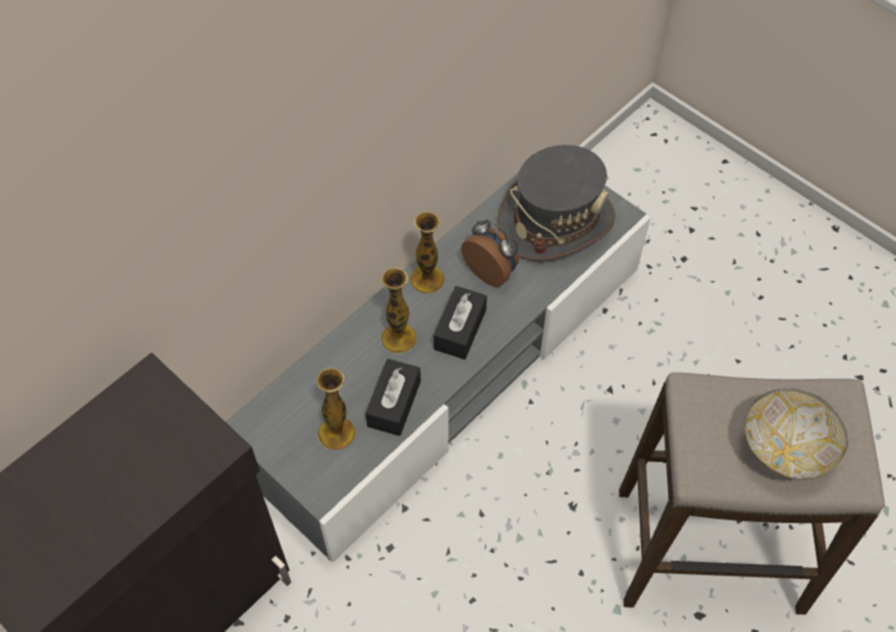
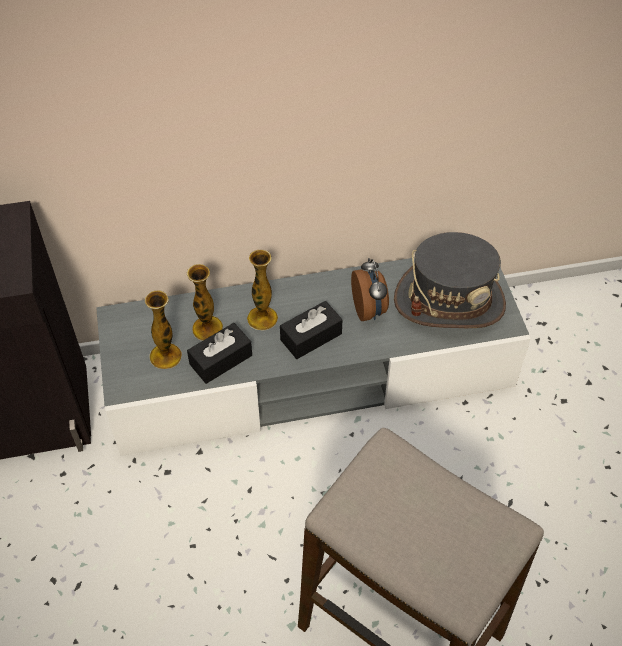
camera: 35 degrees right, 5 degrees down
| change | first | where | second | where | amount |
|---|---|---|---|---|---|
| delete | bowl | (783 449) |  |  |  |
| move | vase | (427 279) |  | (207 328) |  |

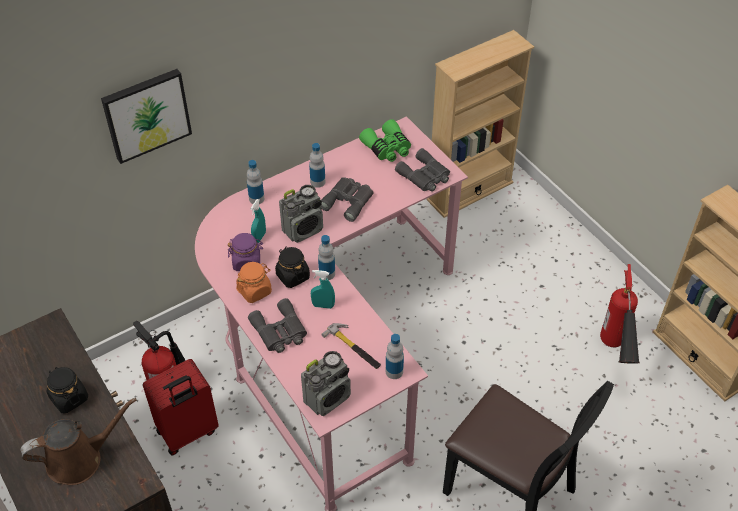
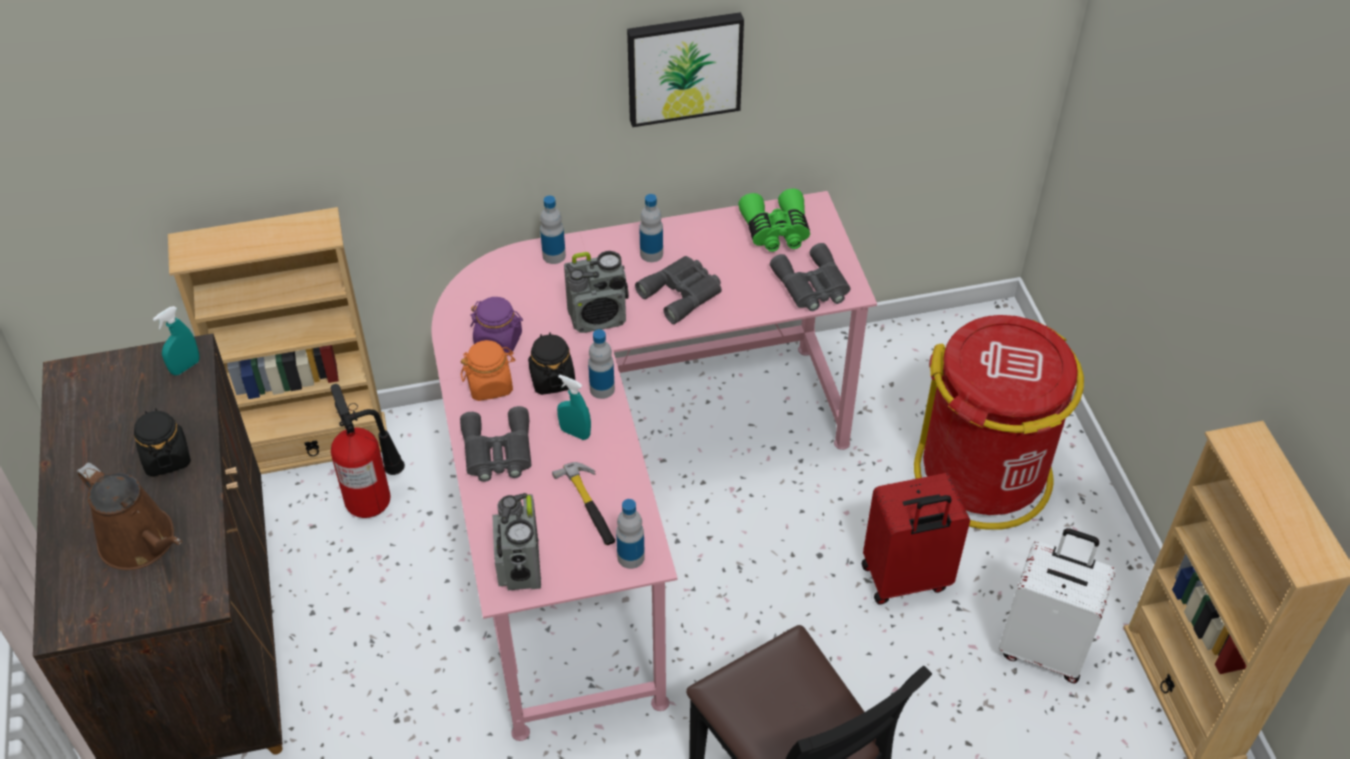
camera: 20 degrees right, 0 degrees up
| change | first | where | second | where | amount |
|---|---|---|---|---|---|
| insert |  |  | red trash can | (983 475) |  |
| move | picture | (146 114) |  | (684 67) |  |
| move | red suitcase | (188 433) |  | (905 579) |  |
| move | turquoise spray bottle | (259 237) |  | (185 367) |  |
| move | beige bookcase | (469 191) |  | (314 445) |  |
| replace | fire extinguisher | (614 357) | white suitcase | (1044 648) |  |
| rotate | brown watering can | (80 459) |  | (142 543) | 45 degrees clockwise |
| rotate | radio | (328 398) |  | (519 566) | 105 degrees clockwise |

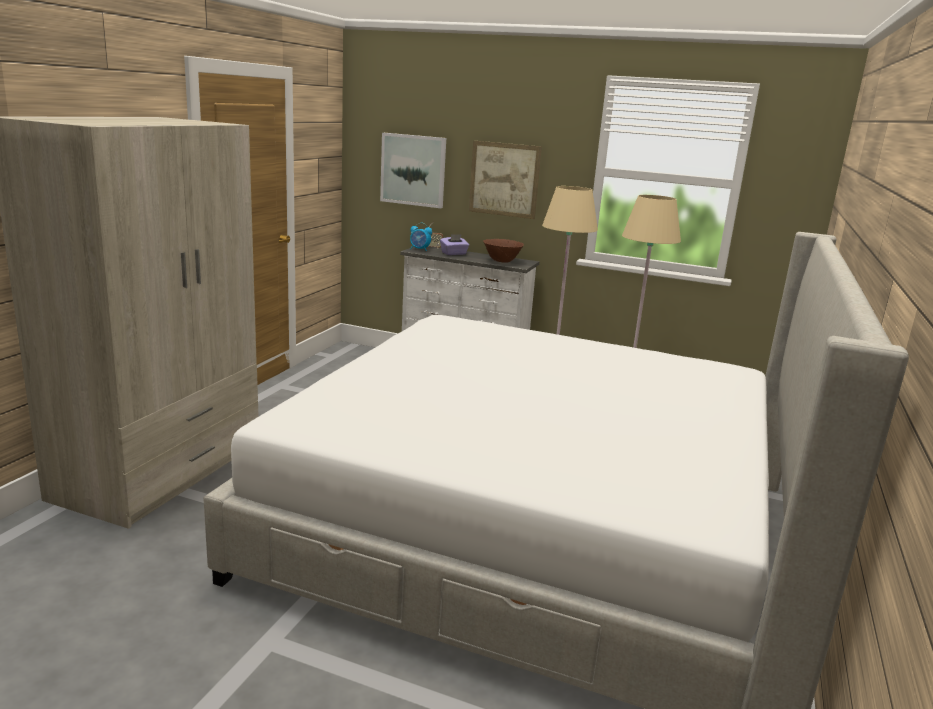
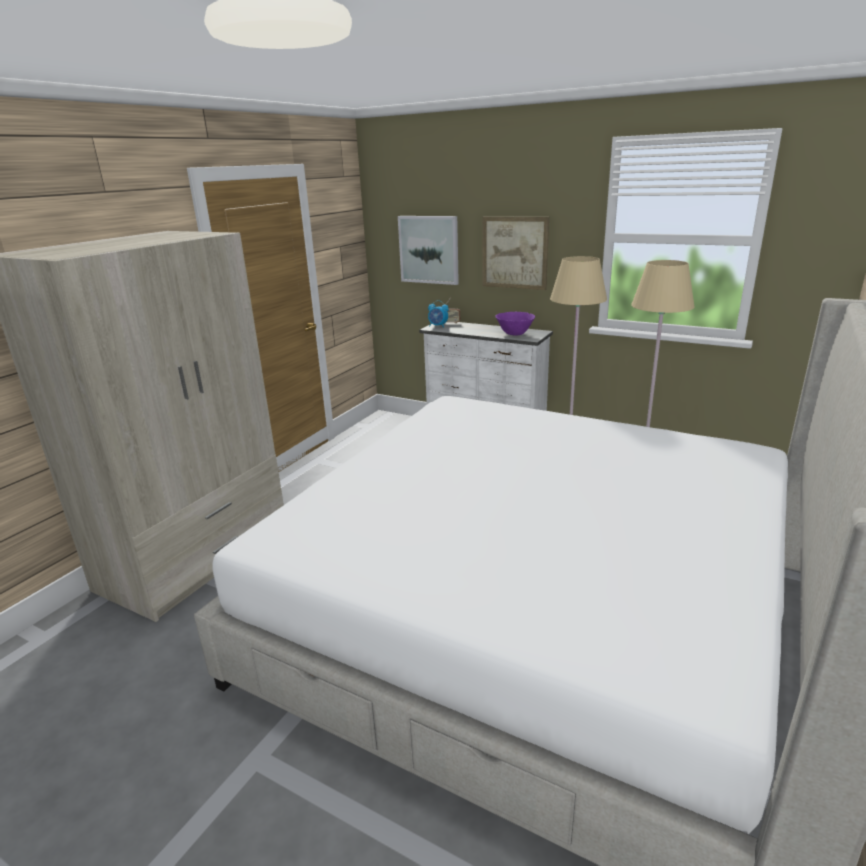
camera: 10 degrees right, 5 degrees up
| change | first | where | second | where | amount |
|---|---|---|---|---|---|
| delete | purple tissue box | (454 253) |  |  |  |
| recolor | brown bowl | (501 262) | purple bowl | (514 334) |  |

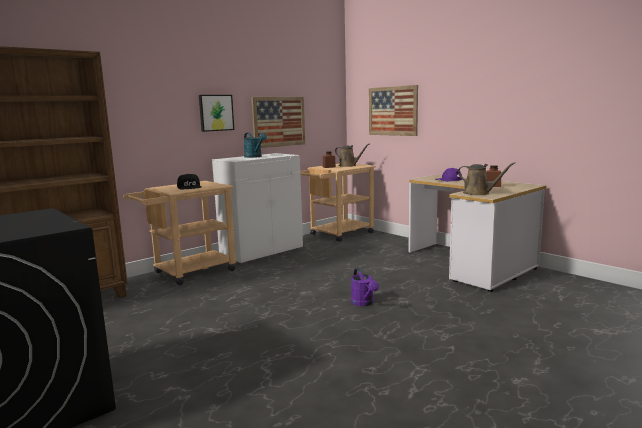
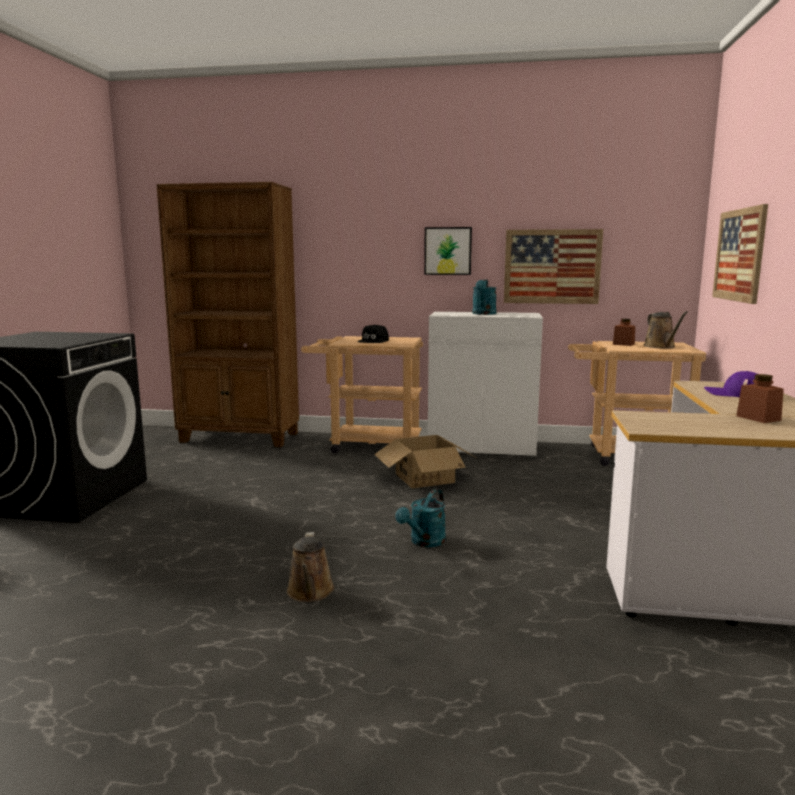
camera: 50 degrees right, 0 degrees up
| change | first | where | second | where | amount |
|---|---|---|---|---|---|
| insert |  |  | cardboard box | (425 478) |  |
| move | brown watering can | (479 193) |  | (310 592) |  |
| recolor | purple watering can | (364 303) | turquoise watering can | (424 542) |  |

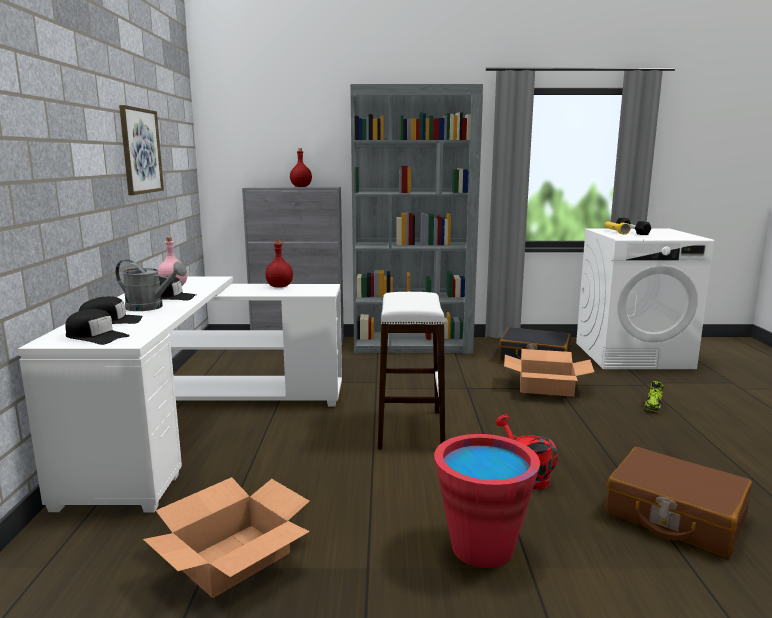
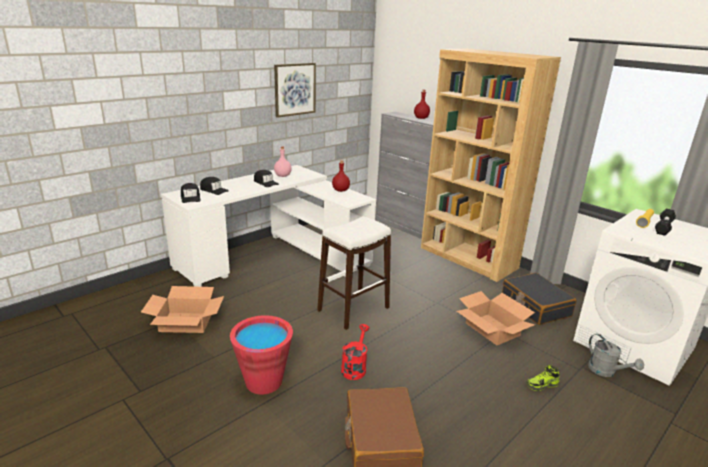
camera: 45 degrees right, 10 degrees up
| change | first | where | second | where | amount |
|---|---|---|---|---|---|
| move | grey watering can | (150 307) |  | (606 372) |  |
| recolor | grey bookcase | (413 345) | brown bookcase | (468 258) |  |

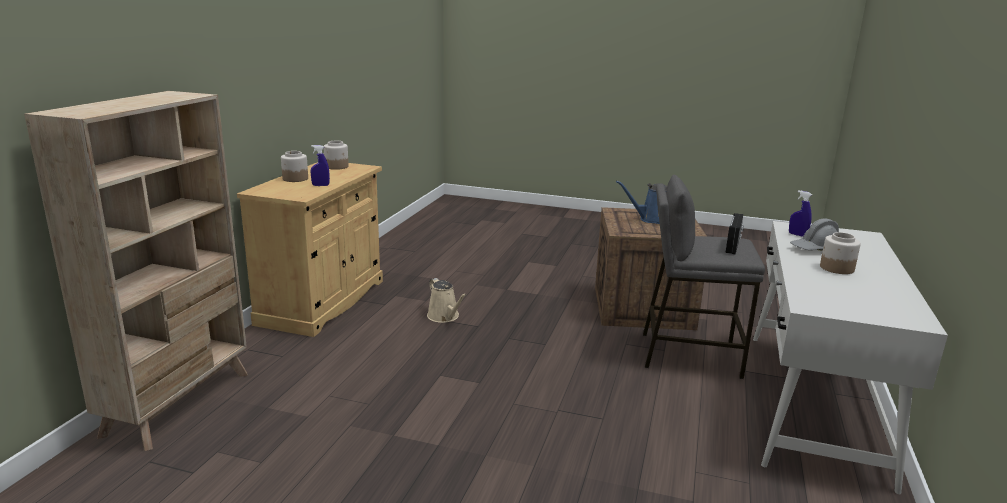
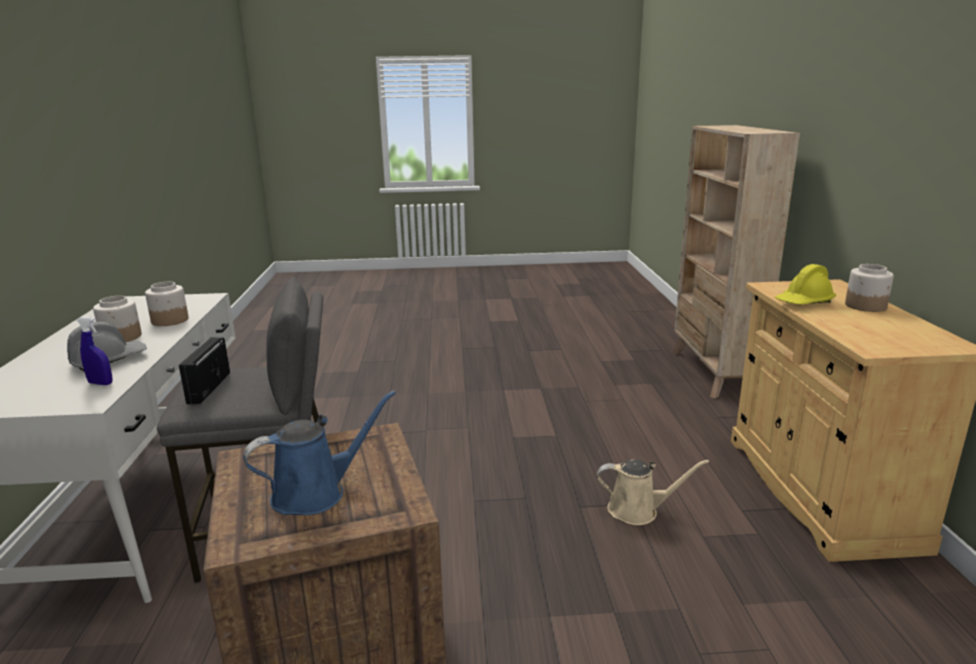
camera: 160 degrees right, 0 degrees up
| change | first | where | second | where | amount |
|---|---|---|---|---|---|
| move | jar | (337 166) |  | (169 320) |  |
| replace | blue spray bottle | (320 185) | yellow hard hat | (804 302) |  |
| rotate | beige watering can | (444 317) |  | (638 510) | 150 degrees clockwise |

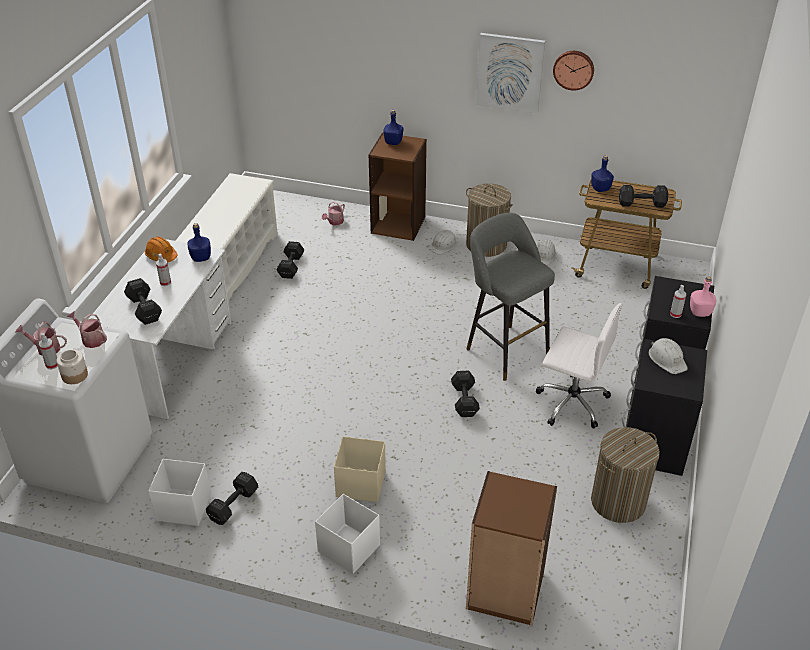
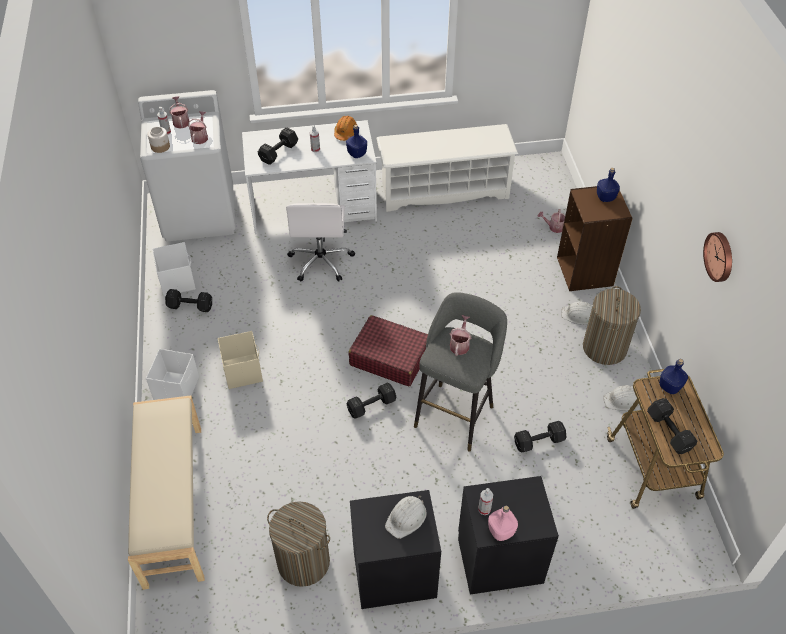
camera: 65 degrees right, 10 degrees up
| change | first | where | second | where | amount |
|---|---|---|---|---|---|
| delete | picture | (510 72) |  |  |  |
| insert |  |  | red suitcase | (389 357) |  |
| insert |  |  | watering can | (460 344) |  |
| move | black dumbbell | (291 266) |  | (540 442) |  |
| move | white office chair | (571 402) |  | (321 261) |  |
| replace | brown bookcase | (505 591) | beige bench | (172 504) |  |

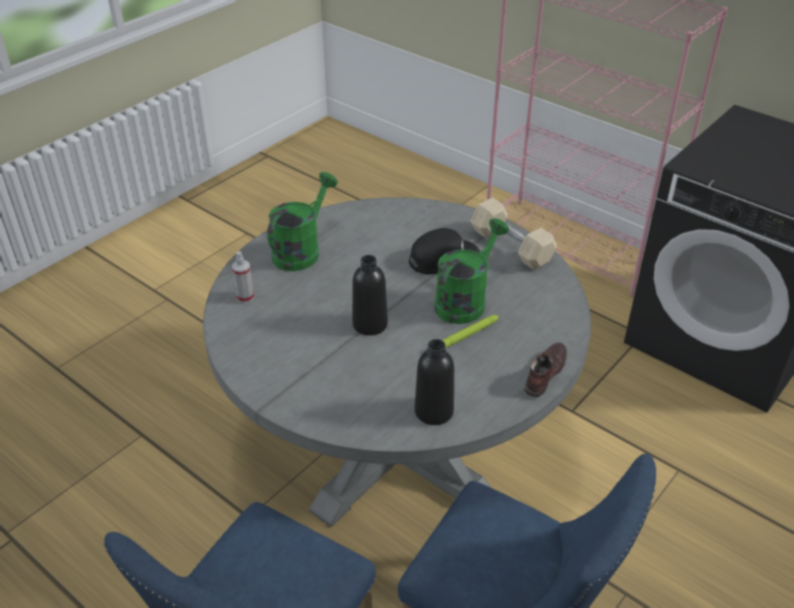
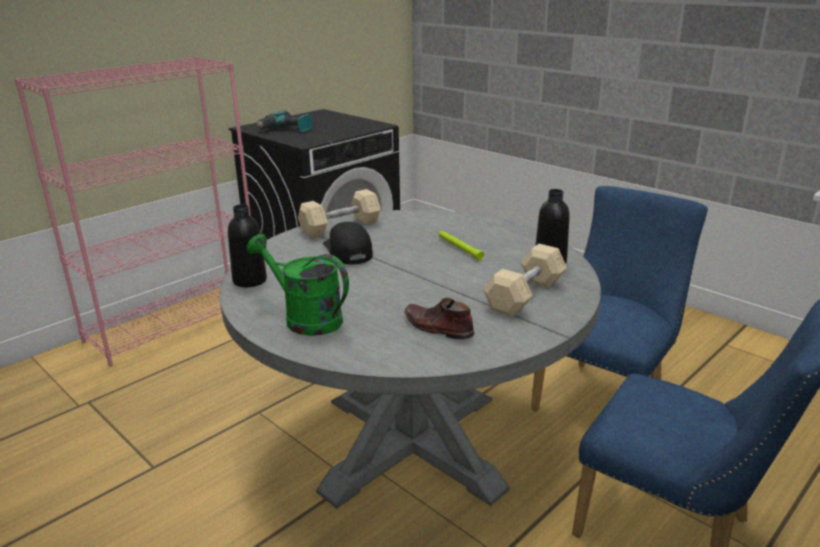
camera: 85 degrees left, 15 degrees down
| change | first | where | second | where | amount |
|---|---|---|---|---|---|
| delete | spray bottle | (245 297) |  |  |  |
| delete | green watering can | (465 300) |  |  |  |
| insert |  |  | power drill | (286 130) |  |
| insert |  |  | beige dumbbell | (525 295) |  |
| move | black bottle | (370 324) |  | (249 280) |  |
| move | brown shoe | (544 373) |  | (437 328) |  |

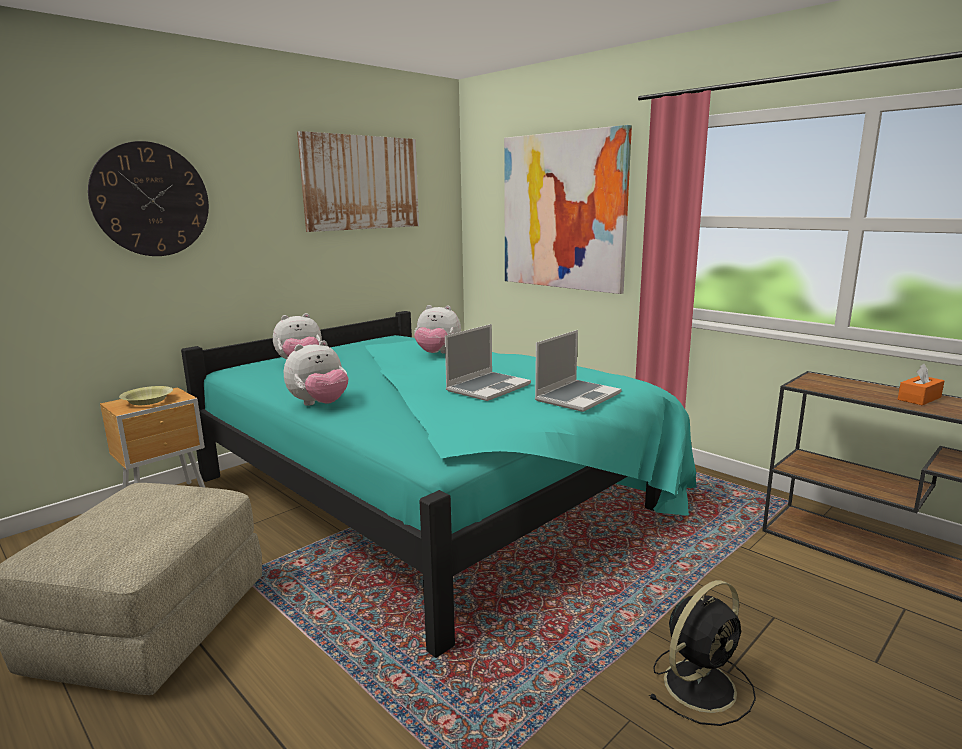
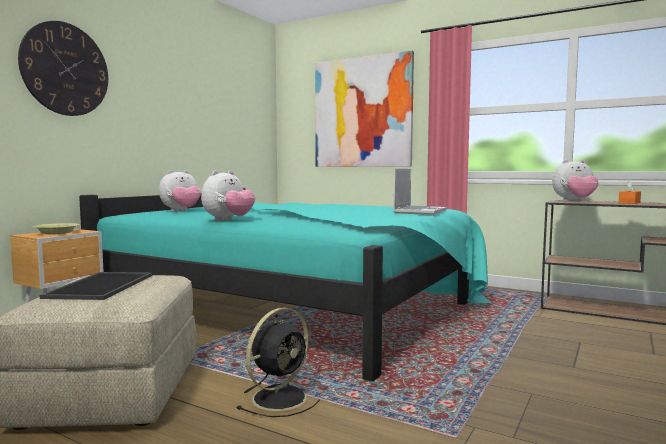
camera: 15 degrees left, 10 degrees down
| change | first | where | second | where | amount |
|---|---|---|---|---|---|
| delete | picture | (362 183) |  |  |  |
| delete | laptop | (488 387) |  |  |  |
| insert |  |  | tray | (100 286) |  |
| move | plush toy | (437 354) |  | (574 201) |  |
| move | black fan | (701 684) |  | (281 397) |  |

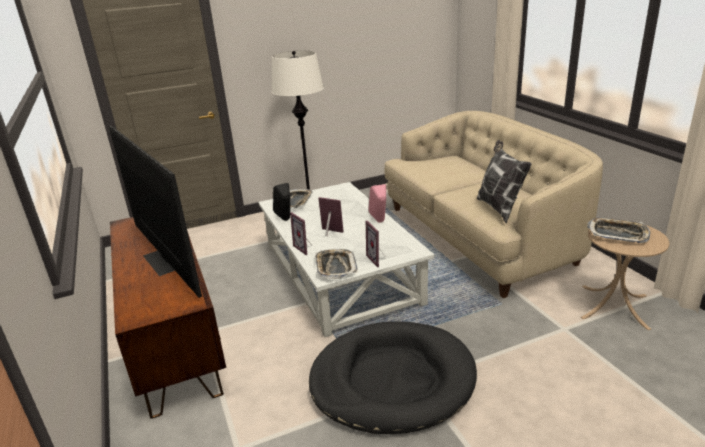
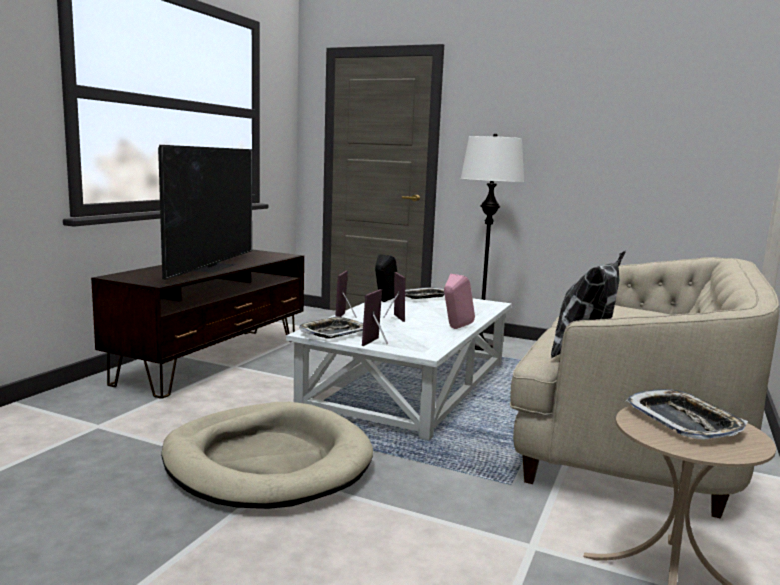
camera: 45 degrees right, 15 degrees down
| change | first | where | second | where | amount |
|---|---|---|---|---|---|
| recolor | black dog bed | (392 380) | beige dog bed | (267 462) |  |

